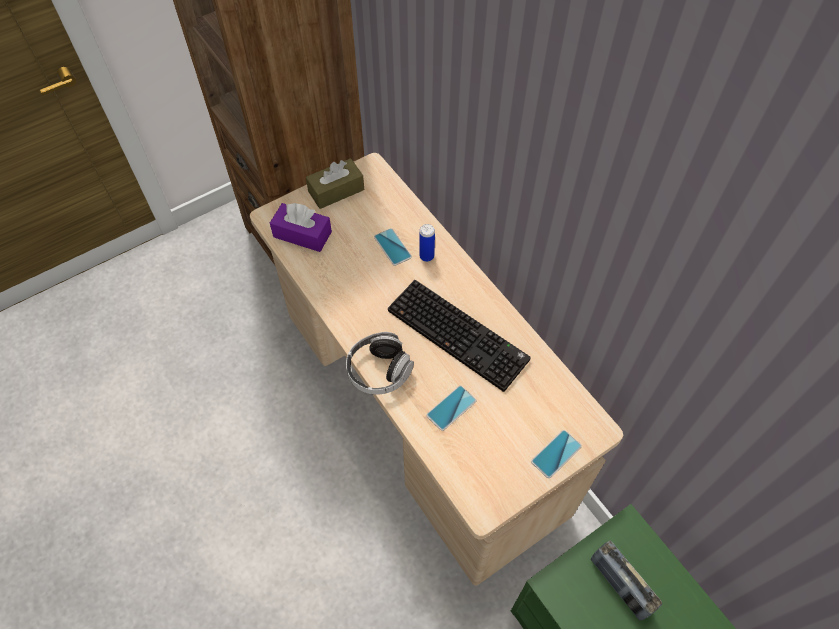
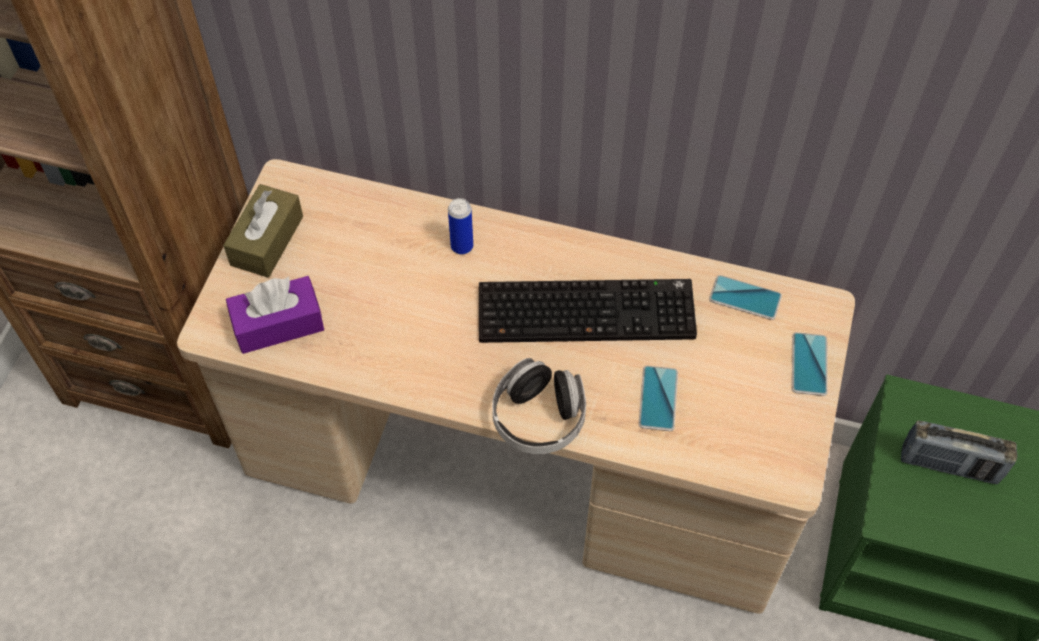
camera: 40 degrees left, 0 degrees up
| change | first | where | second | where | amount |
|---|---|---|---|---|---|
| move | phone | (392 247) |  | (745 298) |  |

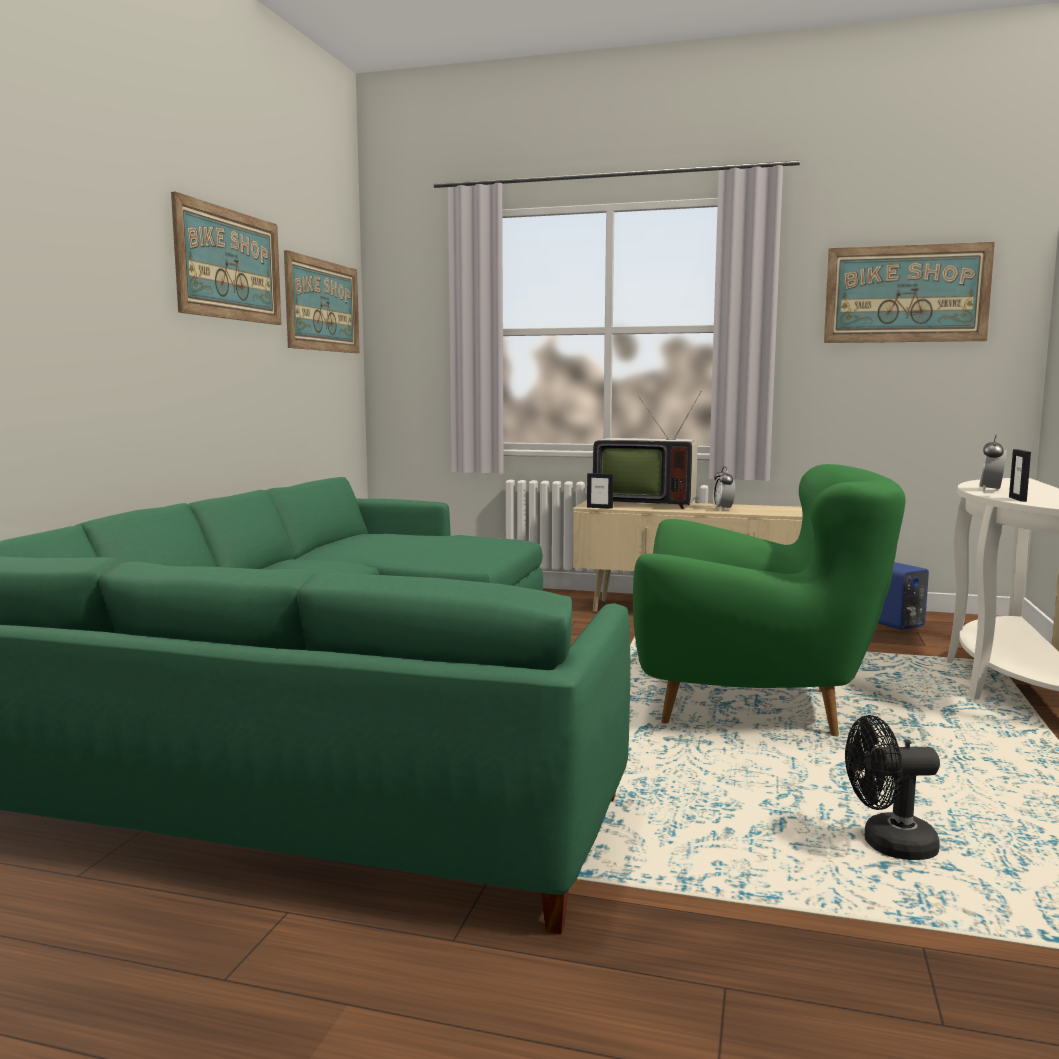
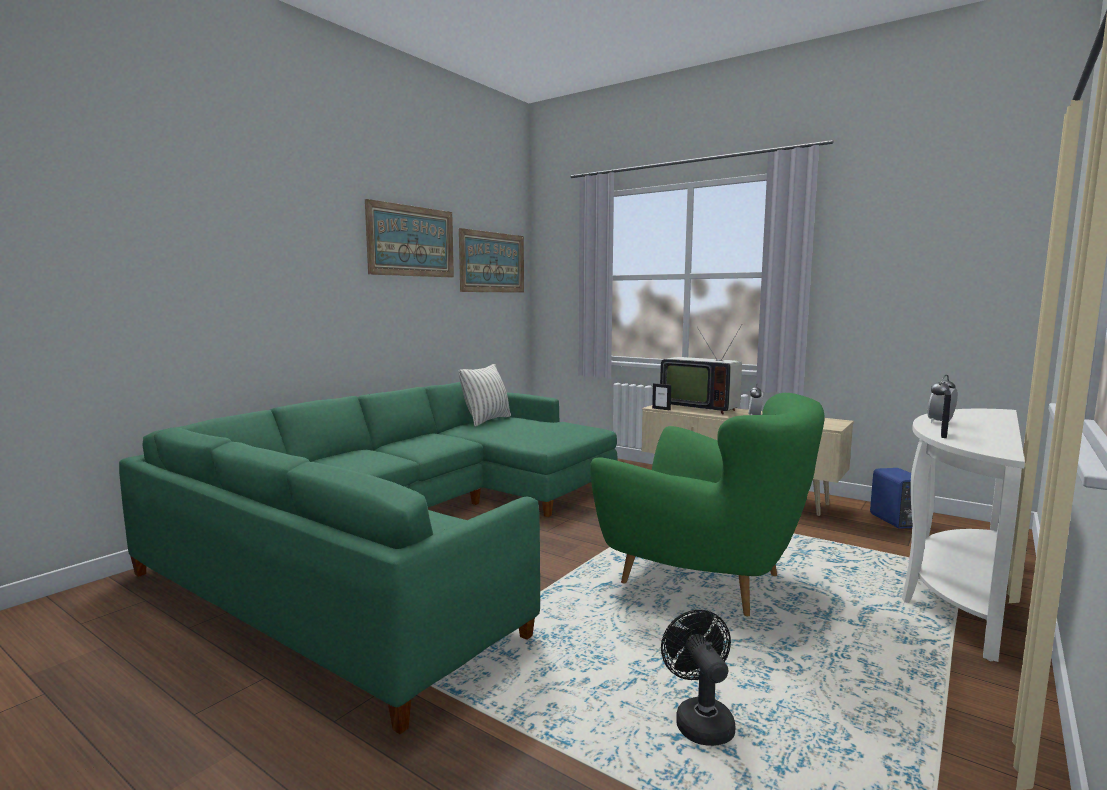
camera: 20 degrees right, 0 degrees up
| change | first | where | second | where | amount |
|---|---|---|---|---|---|
| delete | picture | (906 294) |  |  |  |
| insert |  |  | pillow | (486 420) |  |
| rotate | black fan | (888 845) |  | (700 720) | 60 degrees clockwise |

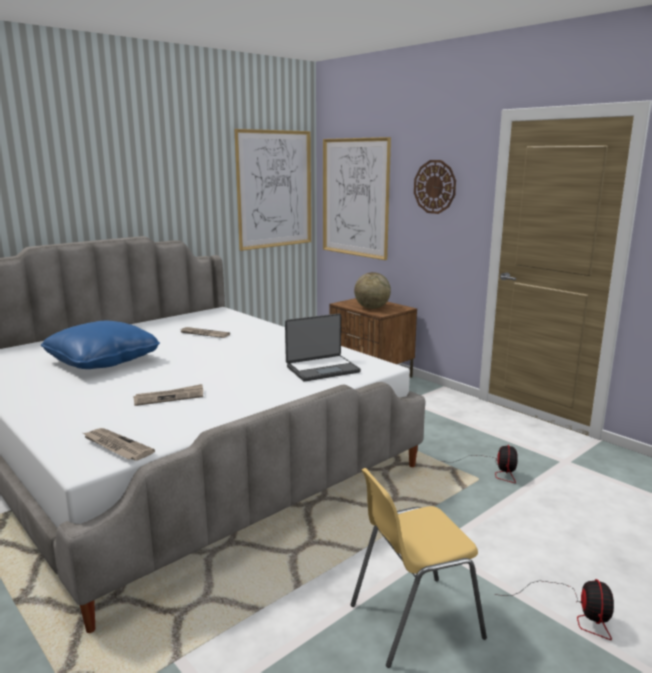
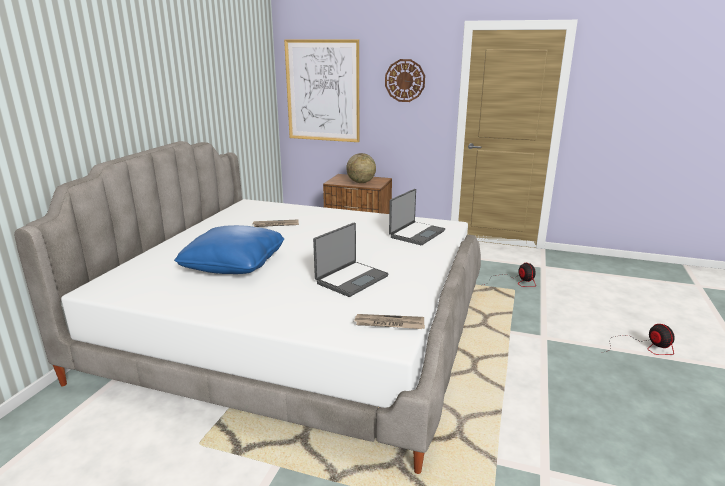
camera: 30 degrees left, 5 degrees up
| change | first | where | second | where | amount |
|---|---|---|---|---|---|
| delete | picture | (274 189) |  |  |  |
| delete | yellow chair | (413 620) |  |  |  |
| replace | newspaper | (169 397) | laptop | (351 279) |  |

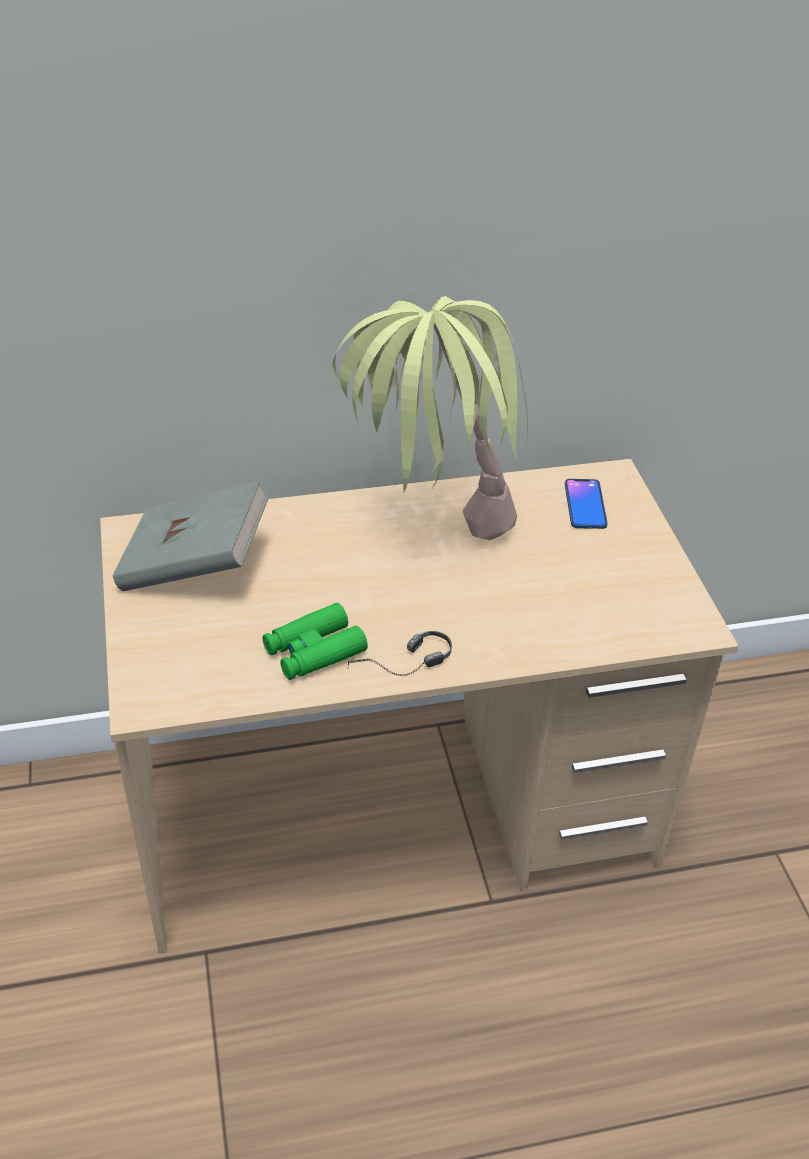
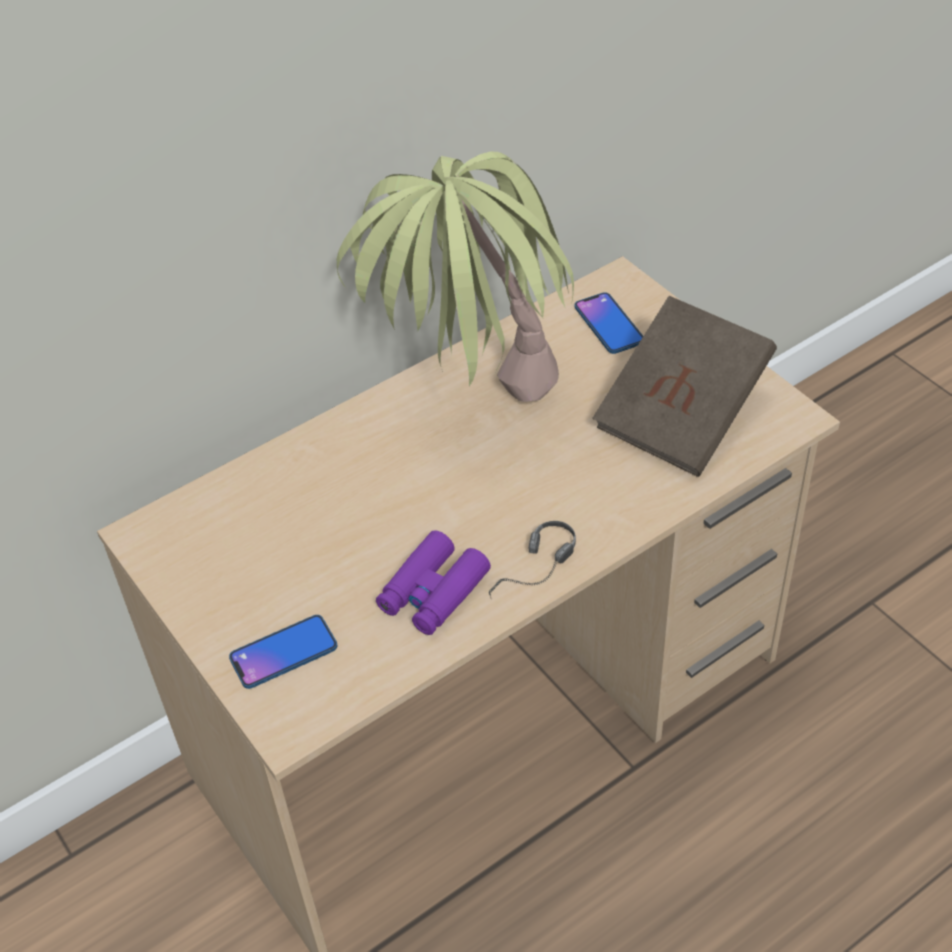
camera: 20 degrees left, 5 degrees up
| change | first | where | second | where | amount |
|---|---|---|---|---|---|
| delete | grey book | (194 565) |  |  |  |
| insert |  |  | phone | (283 653) |  |
| insert |  |  | brown book | (682 415) |  |
| recolor | green binoculars | (314 651) | purple binoculars | (433 592) |  |

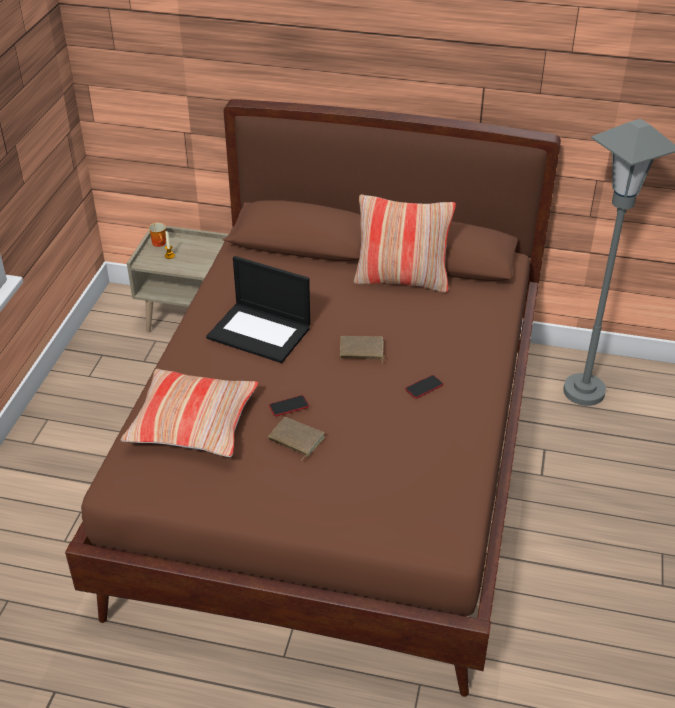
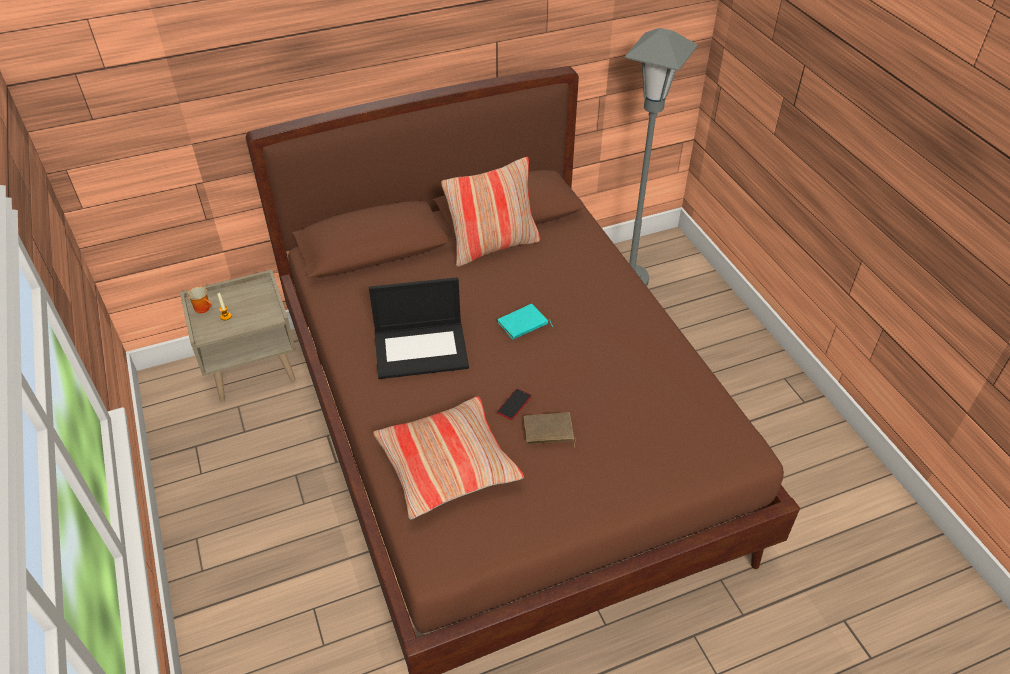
camera: 35 degrees left, 5 degrees up
| change | first | where | second | where | amount |
|---|---|---|---|---|---|
| delete | phone | (424 387) |  |  |  |
| recolor | brown book | (361 351) | turquoise book | (523 325) |  |

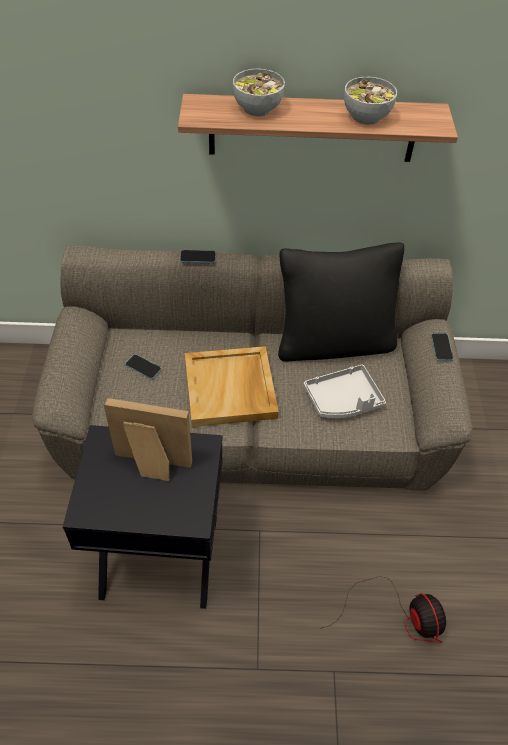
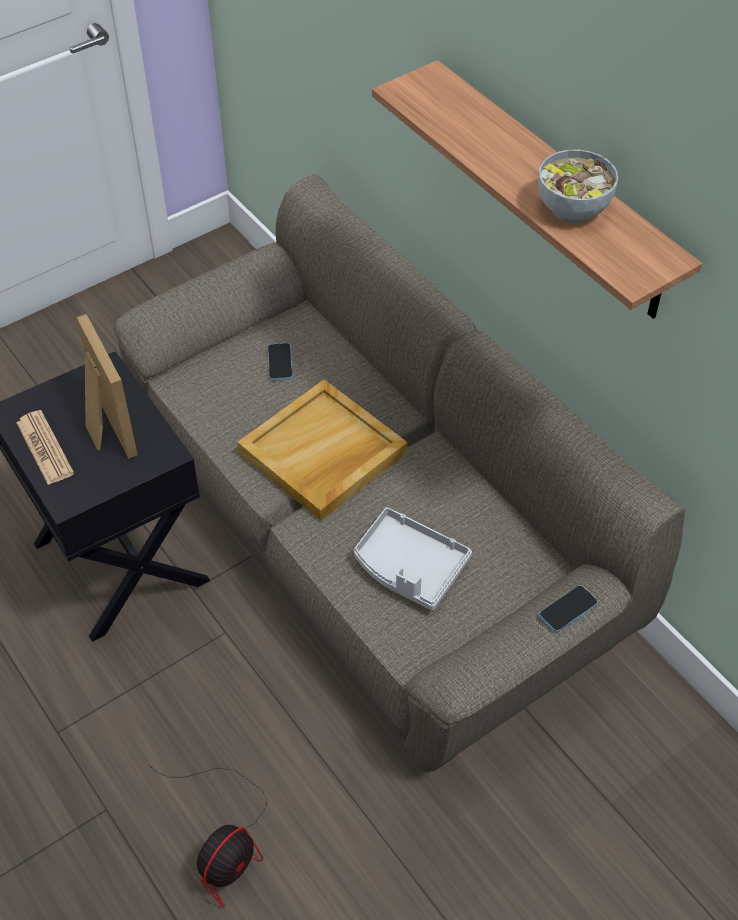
camera: 55 degrees right, 0 degrees up
| change | first | where | second | where | amount |
|---|---|---|---|---|---|
| delete | phone | (198 257) |  |  |  |
| delete | bowl | (257 108) |  |  |  |
| delete | black pillow | (333 342) |  |  |  |
| insert |  |  | newspaper | (45 448) |  |

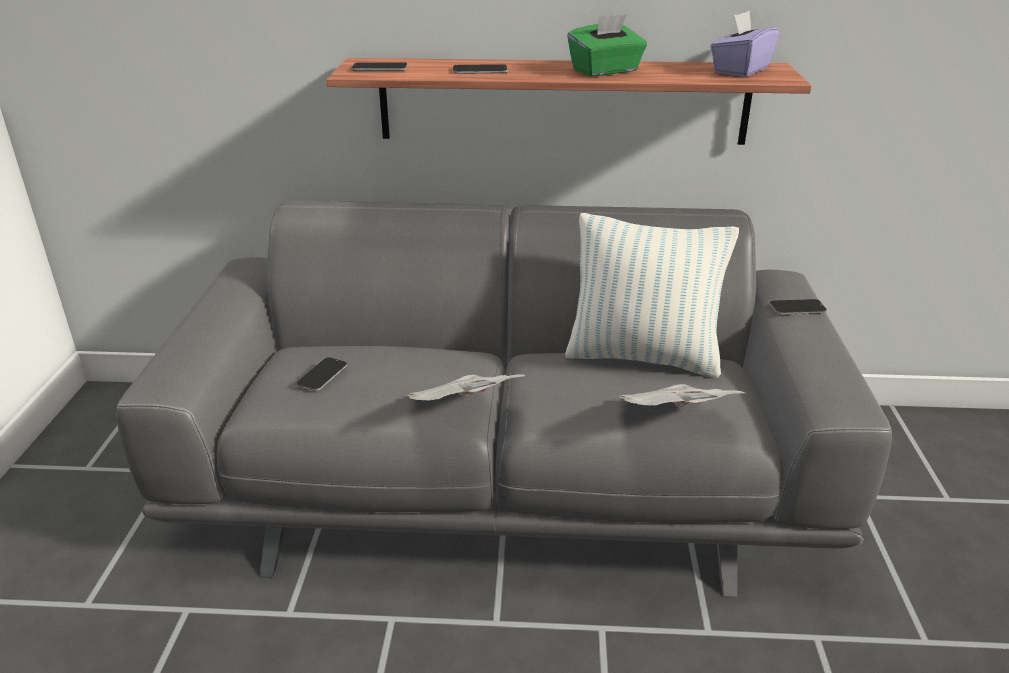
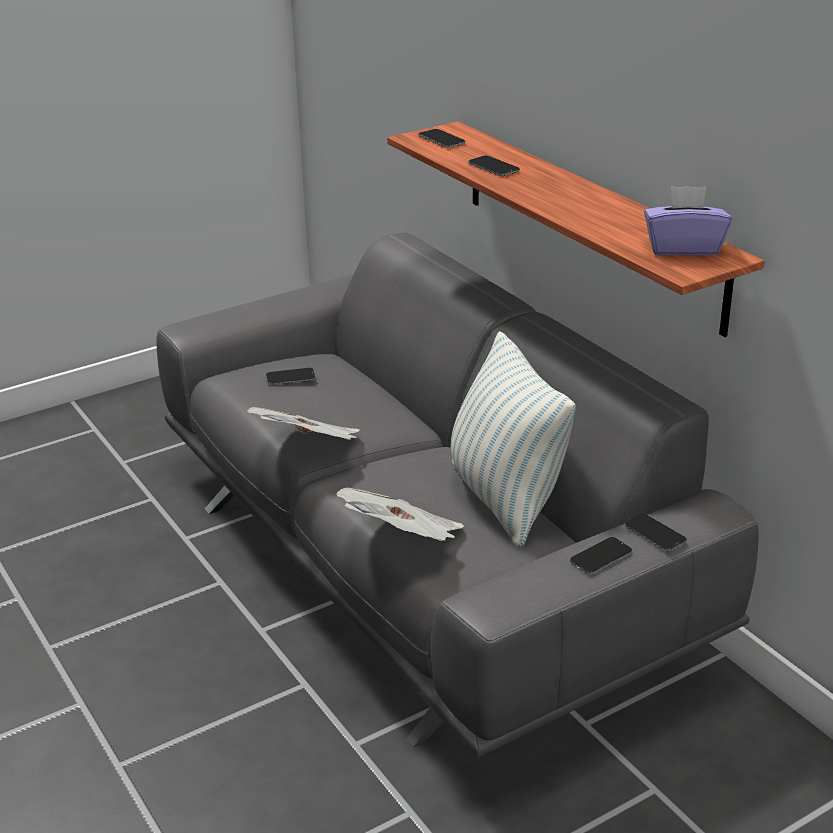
camera: 55 degrees right, 0 degrees up
| change | first | where | second | where | amount |
|---|---|---|---|---|---|
| delete | green tissue box | (605 71) |  |  |  |
| insert |  |  | phone | (600 557) |  |

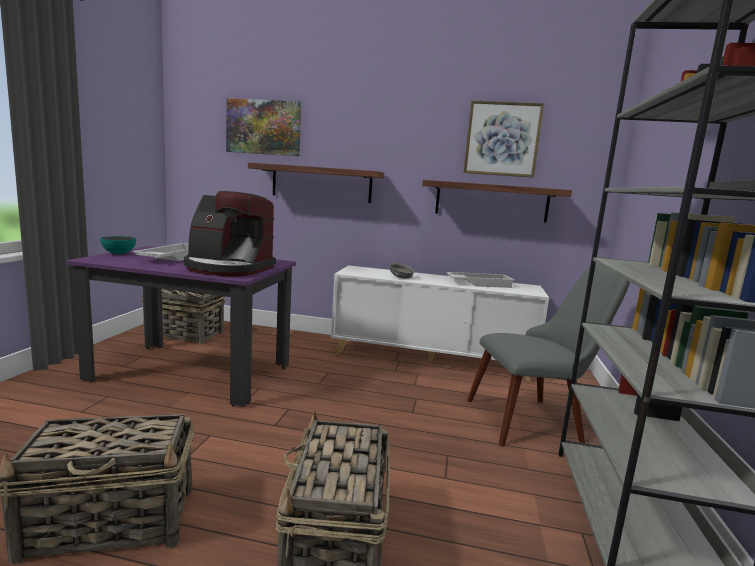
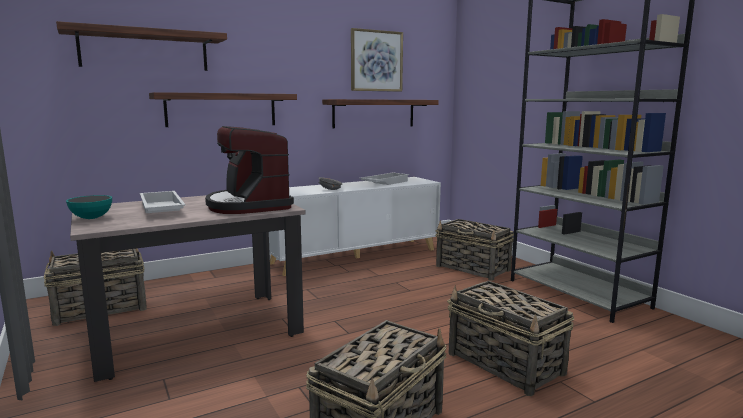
camera: 40 degrees left, 0 degrees up
| change | first | where | second | where | amount |
|---|---|---|---|---|---|
| replace | picture | (263 127) | shelf | (145 50) |  |
| replace | grey chair | (536 420) | basket | (473 268) |  |
| recolor | purple dining table | (192 372) | beige dining table | (197 332) |  |
| rotate | coffee machine | (228 268) |  | (249 205) | 90 degrees clockwise |

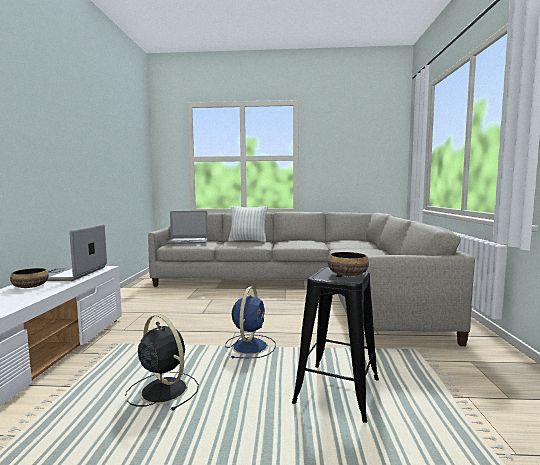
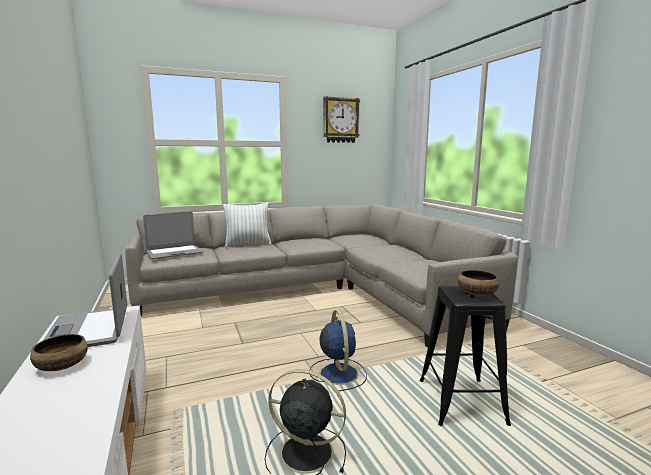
camera: 25 degrees left, 5 degrees up
| change | first | where | second | where | amount |
|---|---|---|---|---|---|
| insert |  |  | wall clock | (340 120) |  |

